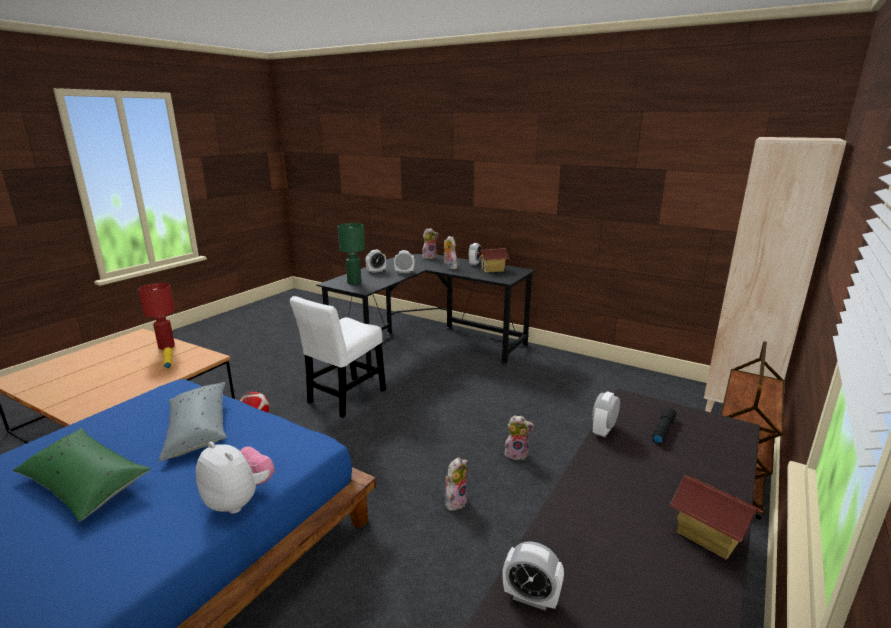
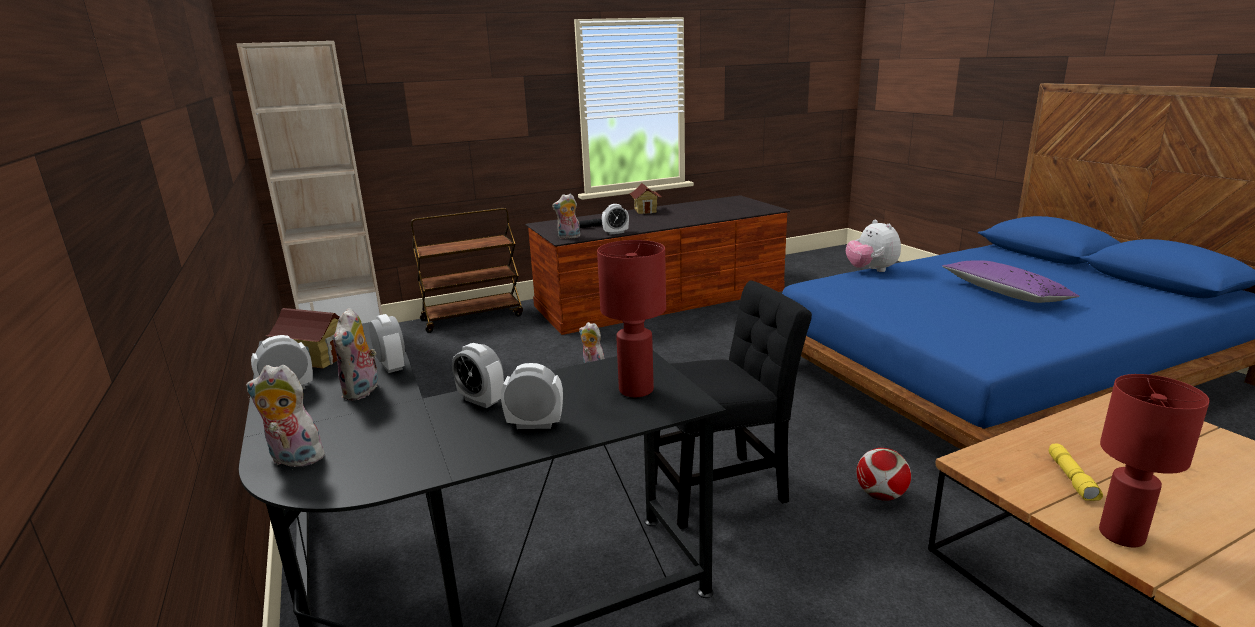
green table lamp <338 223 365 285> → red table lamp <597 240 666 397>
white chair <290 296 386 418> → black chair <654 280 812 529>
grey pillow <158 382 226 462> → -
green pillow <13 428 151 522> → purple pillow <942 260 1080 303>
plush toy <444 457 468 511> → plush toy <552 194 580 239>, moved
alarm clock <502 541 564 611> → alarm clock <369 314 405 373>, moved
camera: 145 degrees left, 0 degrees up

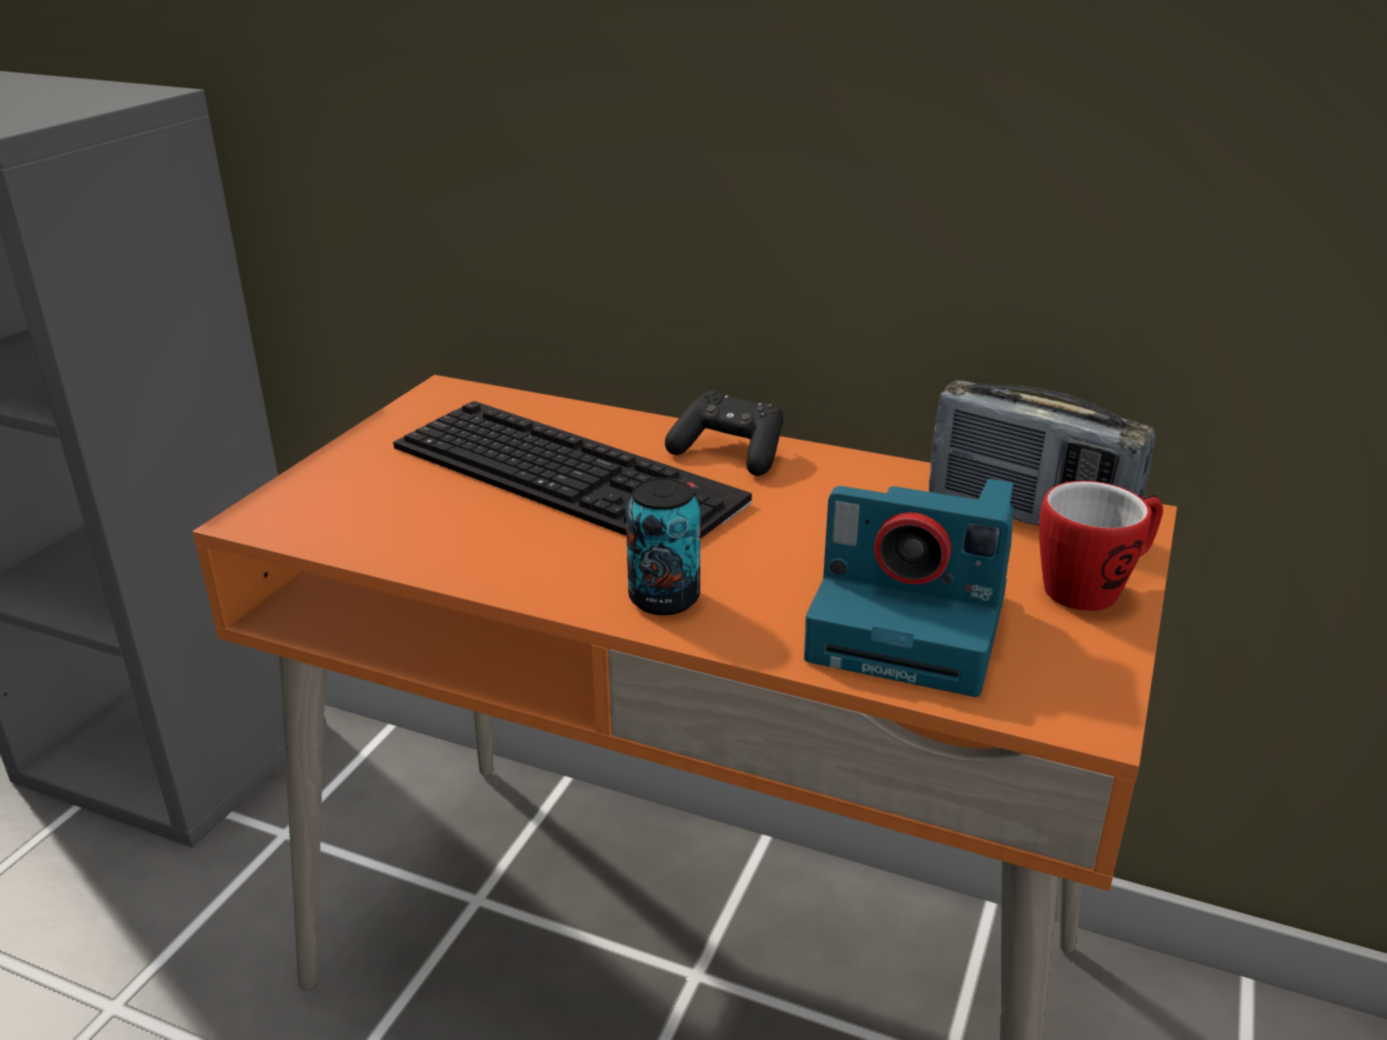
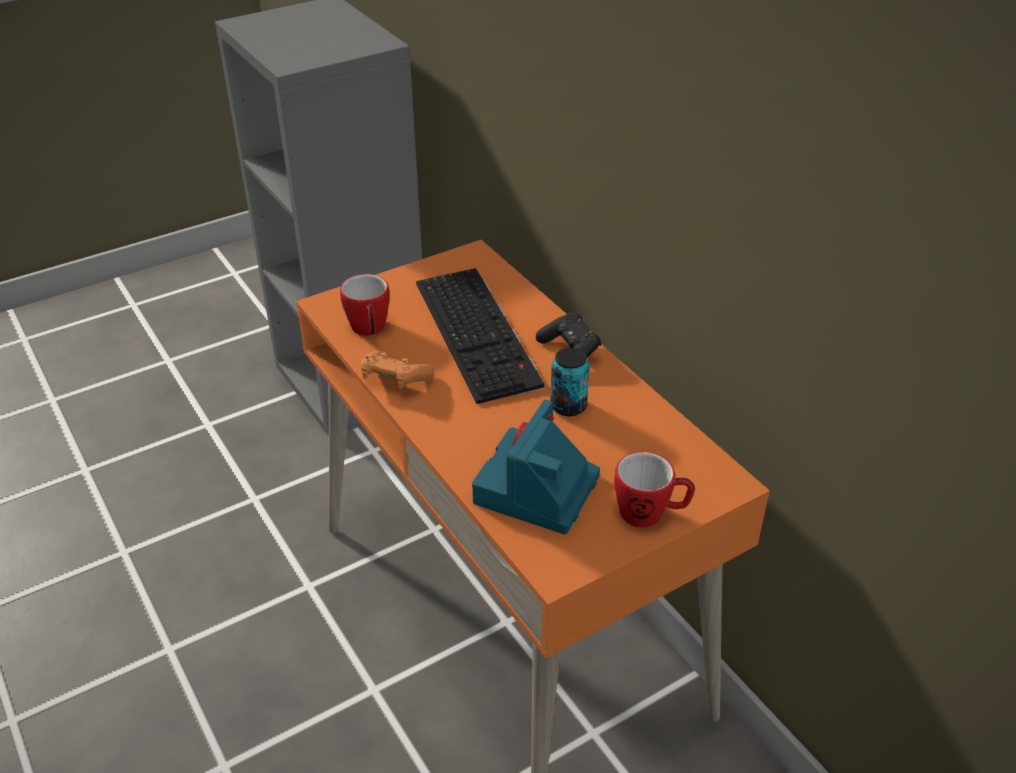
radio <929 380 1156 526> → -
can <626 478 700 615> → can <550 348 589 416>, moved
photo camera <804 479 1014 697> → photo camera <472 399 600 534>, 60 degrees clockwise
- → mug <340 274 390 336>
- → orange game controller <360 351 434 389>
camera: 35 degrees right, 10 degrees up

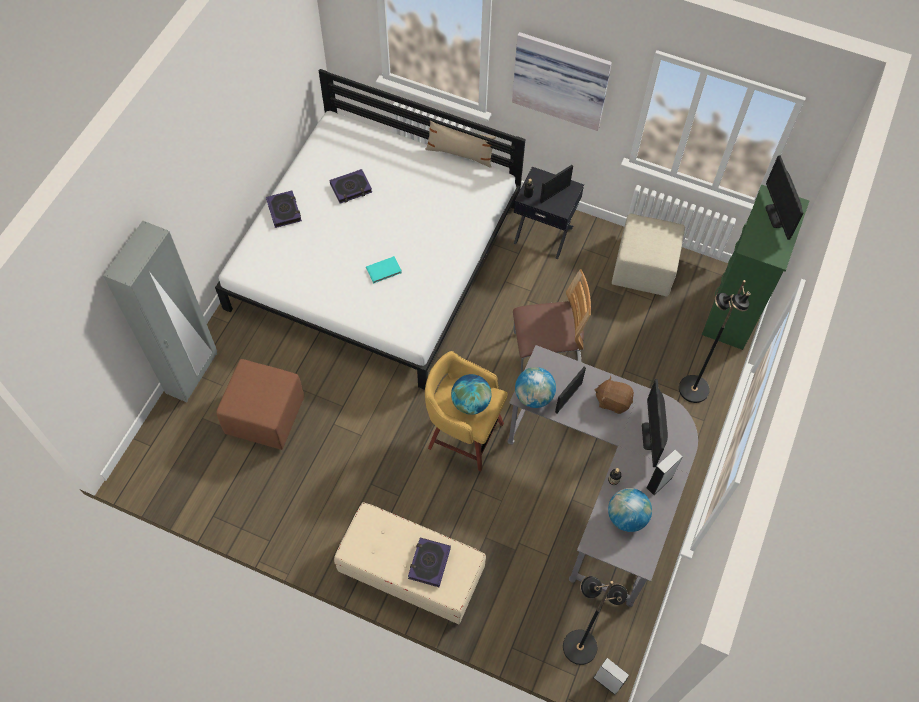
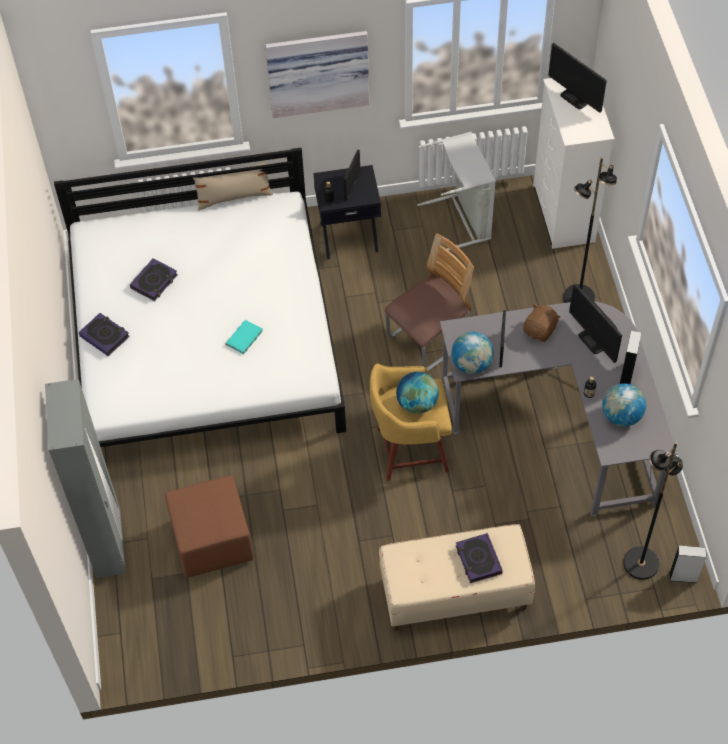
green dresser <702 184 809 350> → white dresser <533 78 615 249>
beige ottoman <612 213 685 297> → grey laundry basket <418 132 496 251>
brown plush toy <594 376 634 414> → brown plush toy <523 303 560 342>, 135 degrees clockwise
camera: 30 degrees left, 5 degrees down

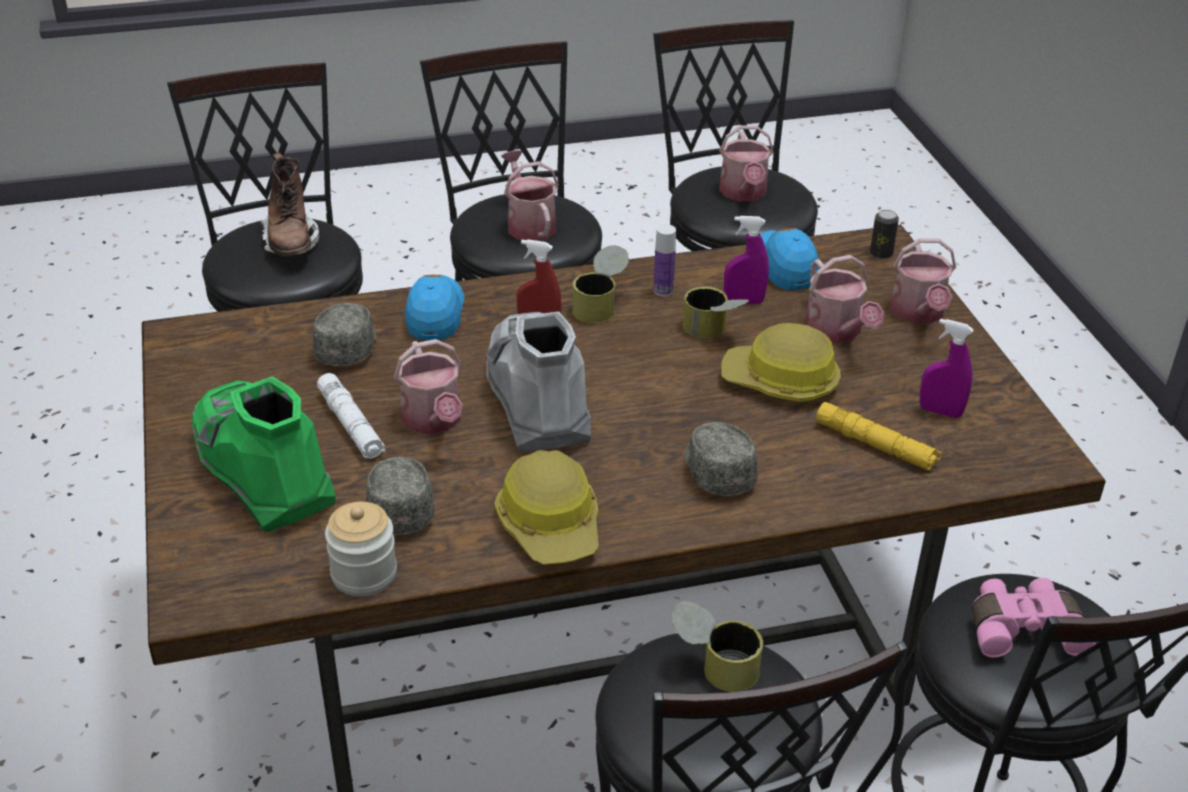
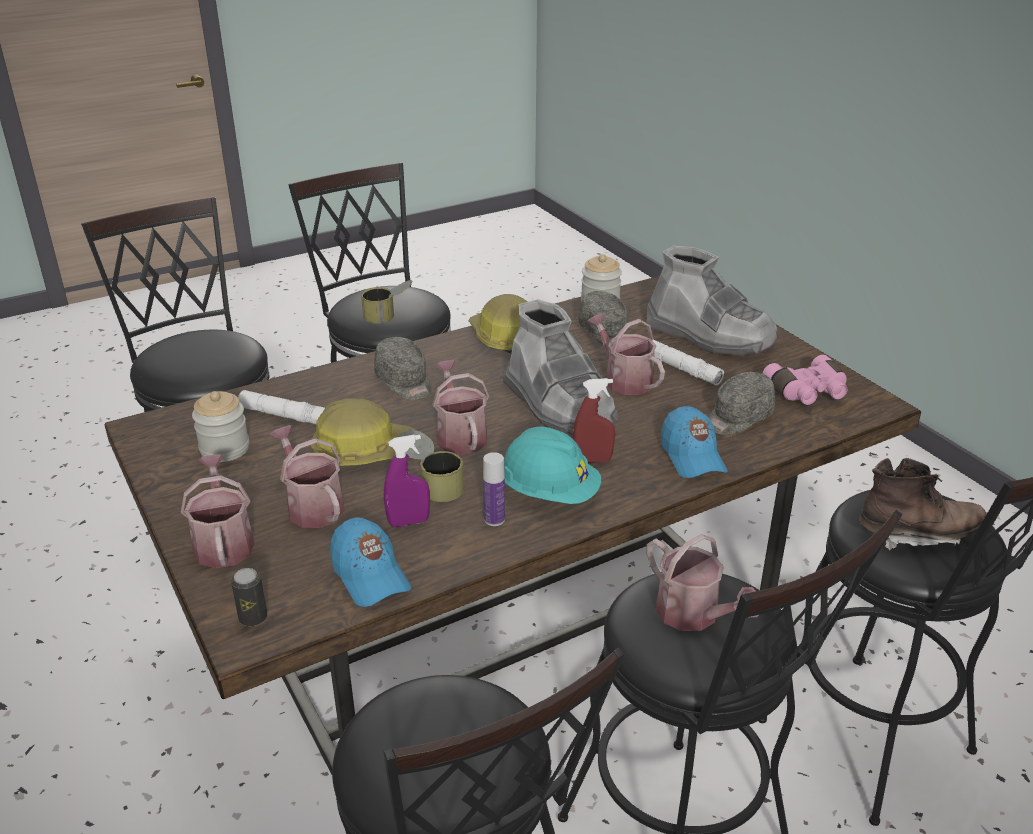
watering can <719 125 774 201> → watering can <432 360 489 455>, moved
brown boot <261 152 319 256> → brown boot <859 458 987 551>, 120 degrees clockwise
can <572 245 629 323> → turquoise hard hat <504 426 601 504>
grey cap <312 303 376 366> → grey cap <708 372 775 435>, 60 degrees clockwise
purple spray bottle <920 319 974 418> → jar <192 391 249 462>
green boot <192 376 336 533> → grey boot <647 246 779 356>
yellow flashlight <816 402 942 471> → white flashlight <238 390 325 425>
pink binoculars <972 578 1096 657> → pink binoculars <762 355 848 405>, moved
camera: 165 degrees right, 5 degrees down

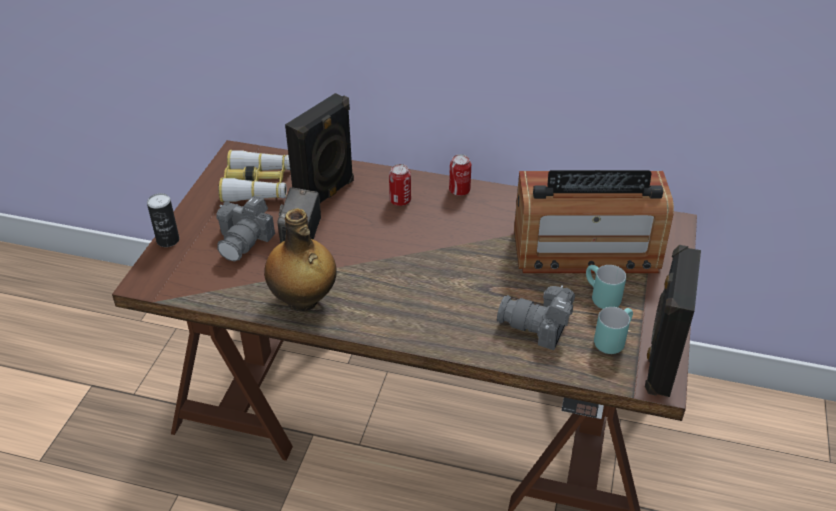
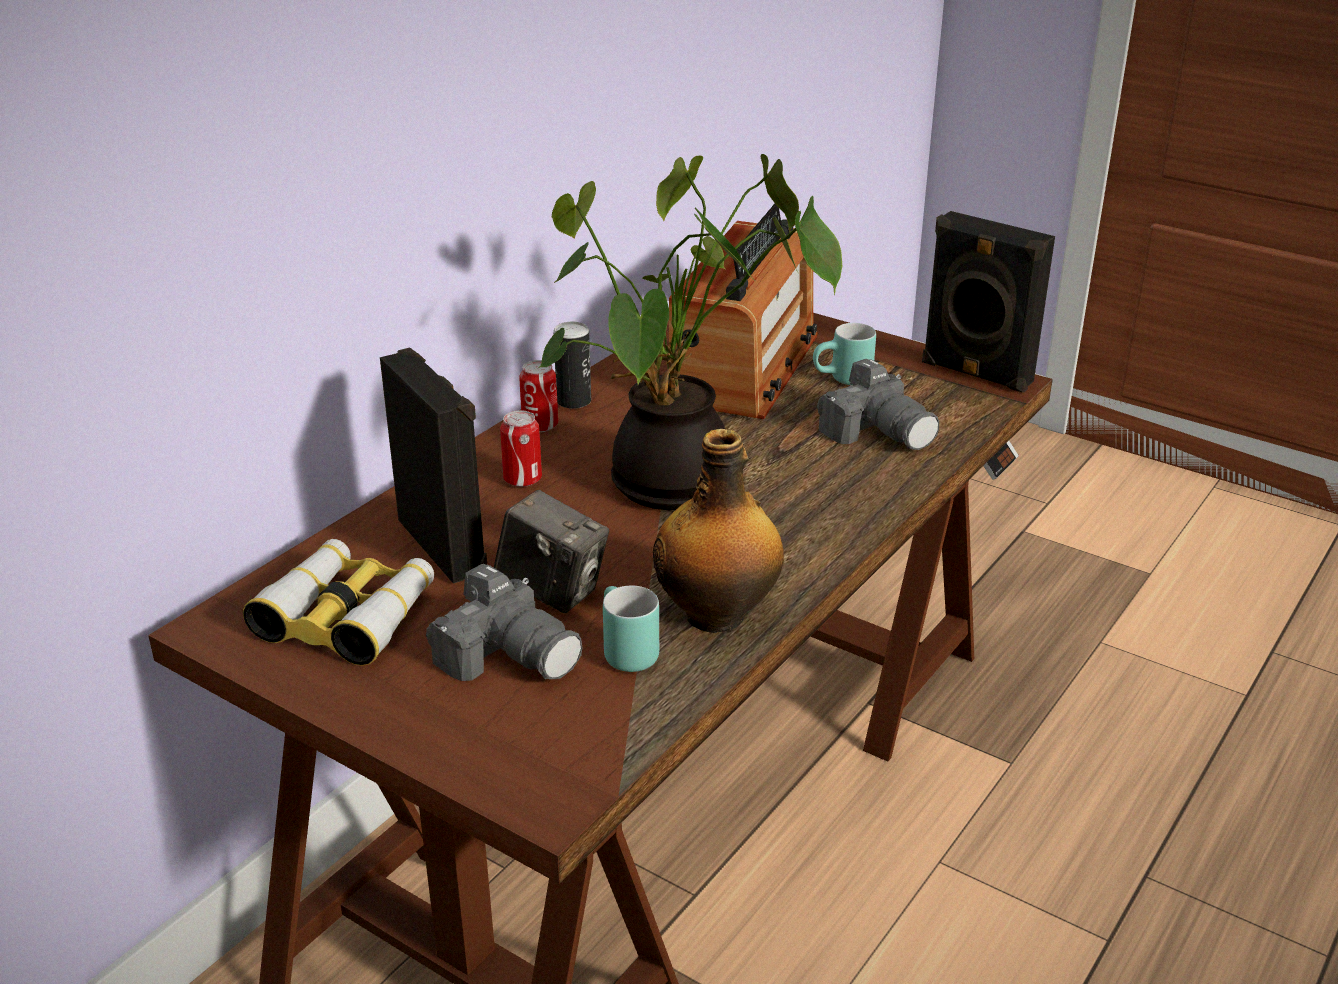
can <147 193 179 247> → can <553 322 591 409>, moved
photo camera <497 285 575 350> → photo camera <817 359 939 450>, 75 degrees counterclockwise
turquoise mug <594 307 633 354> → turquoise mug <603 585 659 672>, moved
- → potted plant <539 154 842 510>
camera: 70 degrees left, 10 degrees down

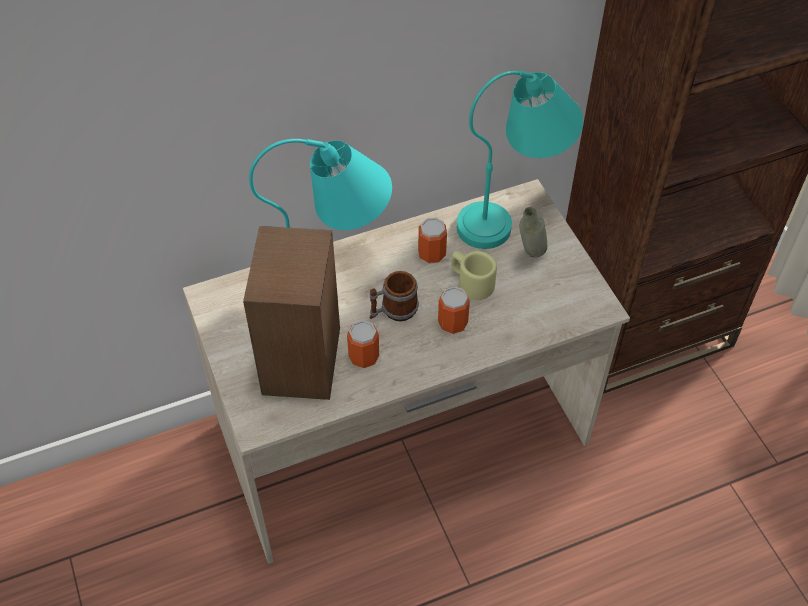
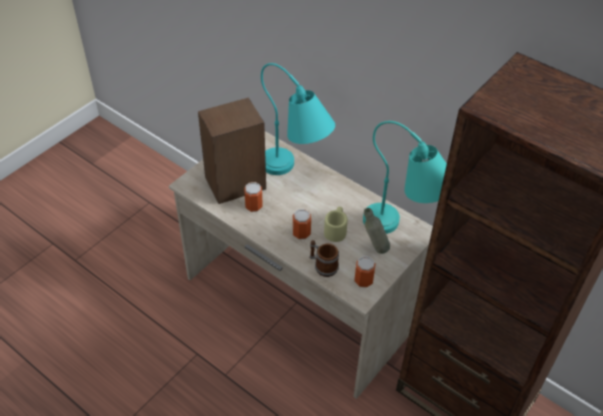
can <418 217 447 264> → can <354 256 376 288>, moved
mug <370 271 419 321> → mug <310 240 339 277>, moved
camera: 60 degrees right, 5 degrees down

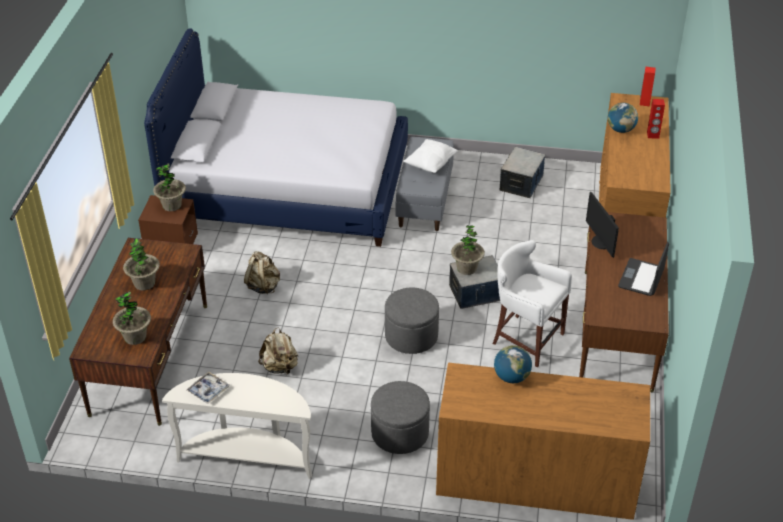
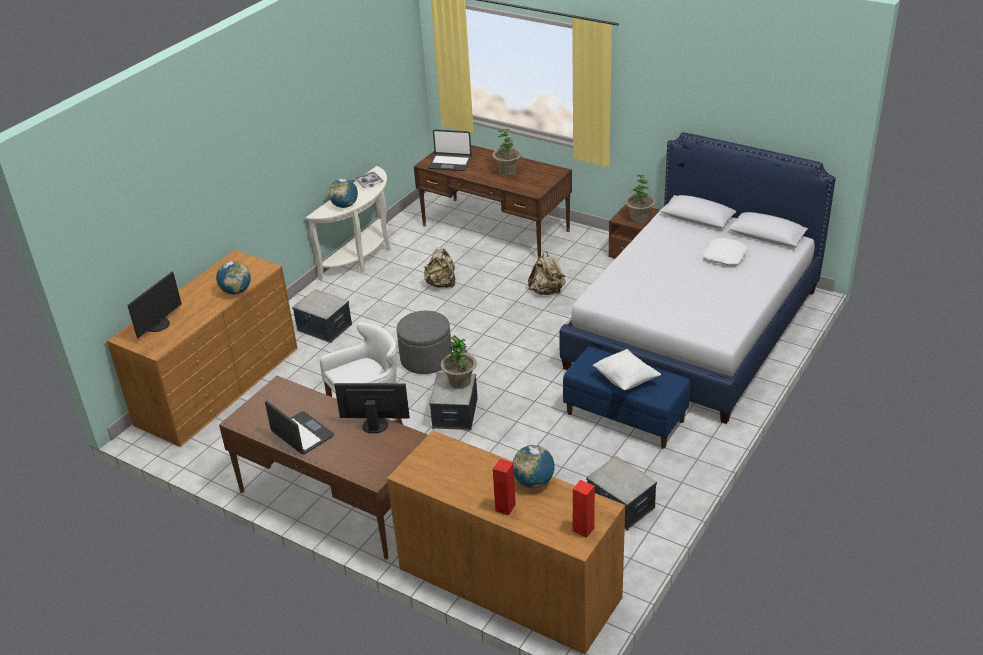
grey bench <396 137 454 231> → blue bench <563 347 690 449>
potted plant <113 291 151 345> → laptop <428 130 472 171>
grey ottoman <371 381 430 454> → storage box <292 290 352 343>
- → globe <328 179 358 208>
- → white pillow <703 238 748 265>
- → monitor <127 271 182 339>
camera: 115 degrees right, 5 degrees down

